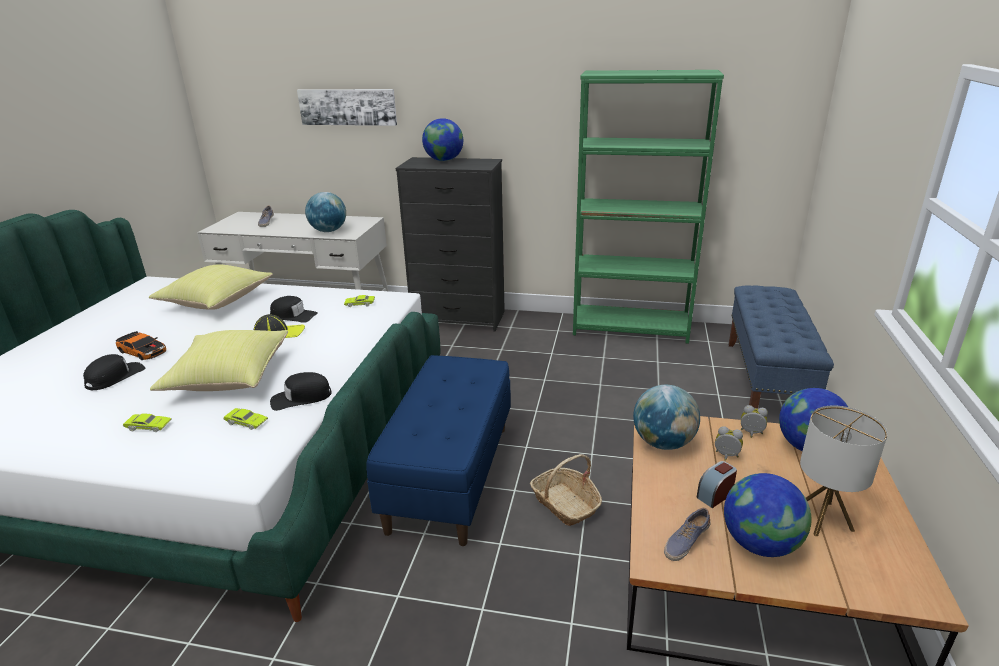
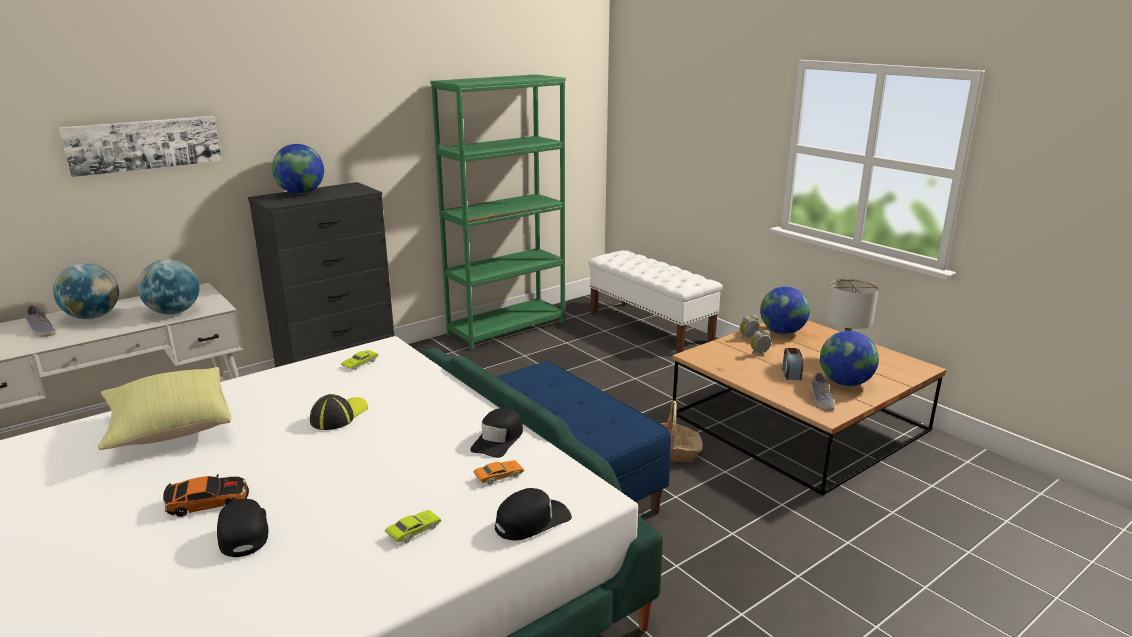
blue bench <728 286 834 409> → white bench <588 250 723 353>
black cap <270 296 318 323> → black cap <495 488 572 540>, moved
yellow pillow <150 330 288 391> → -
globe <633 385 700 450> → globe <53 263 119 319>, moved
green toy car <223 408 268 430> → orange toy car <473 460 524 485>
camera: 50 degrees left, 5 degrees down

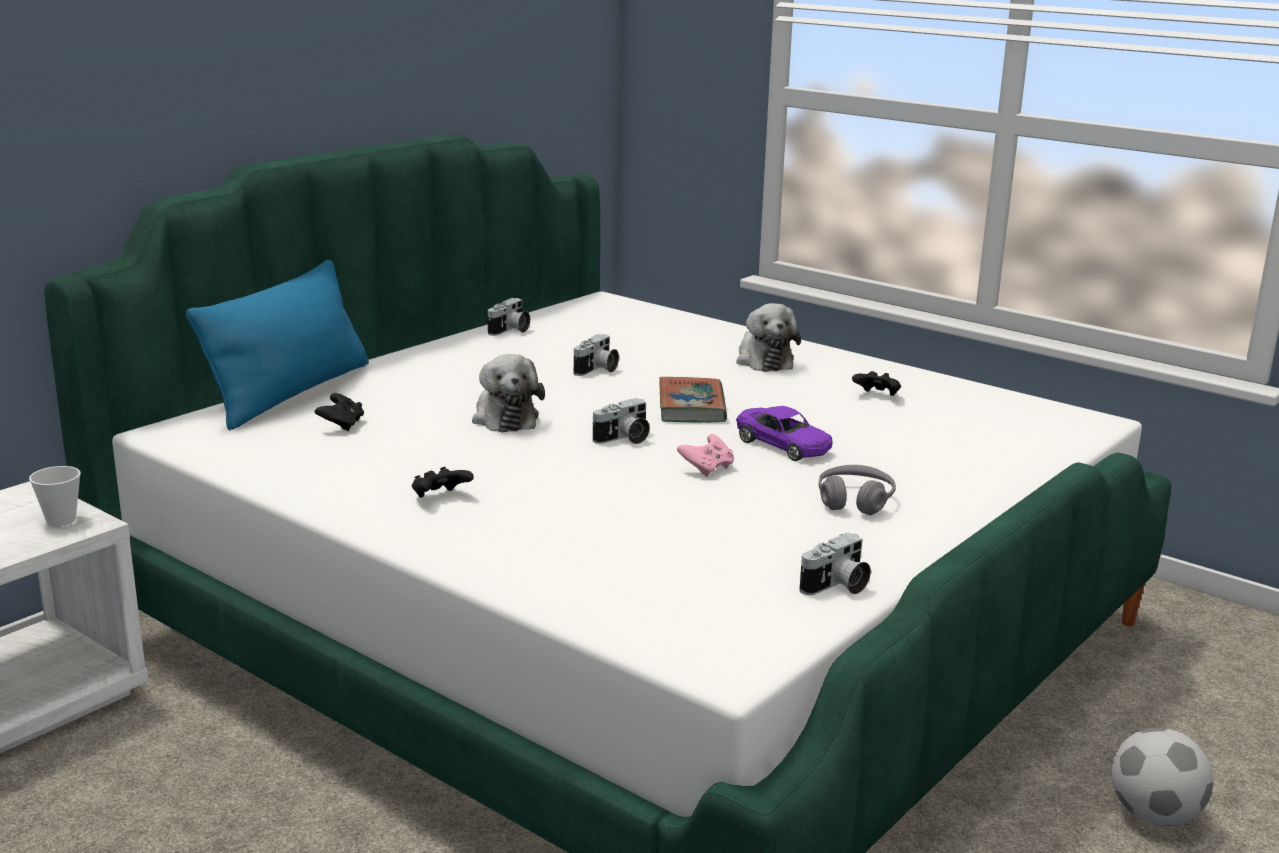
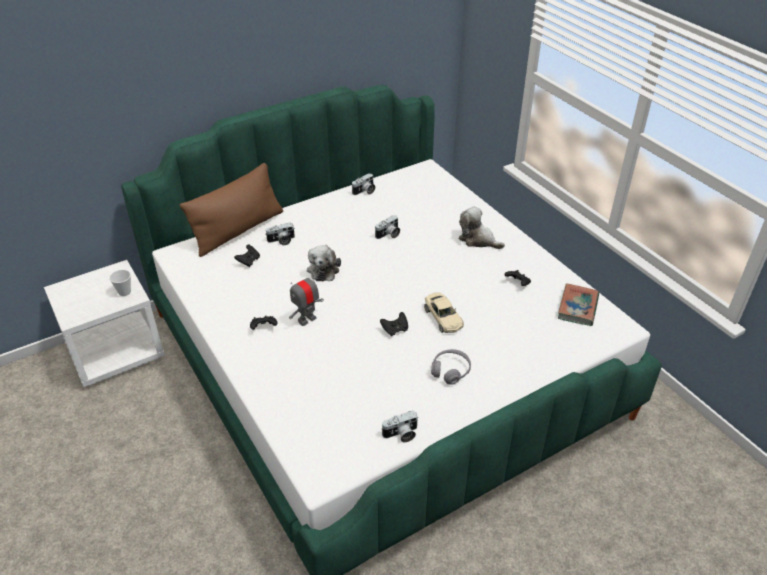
blue pillow <186 260 369 430> → brown pillow <180 163 283 257>
plush toy <736 303 801 372> → plush toy <458 207 505 249>, 120 degrees clockwise
book <659 377 727 423> → book <558 283 599 326>, moved
photo camera <592 398 650 444> → photo camera <265 223 295 245>, moved
purple toy car <736 406 833 461> → beige toy car <424 293 464 333>
pink game controller <677 434 734 477> → black game controller <380 312 408 336>
football <1111 728 1213 826> → -
- → toy robot <289 272 324 326>
camera: 20 degrees right, 20 degrees up

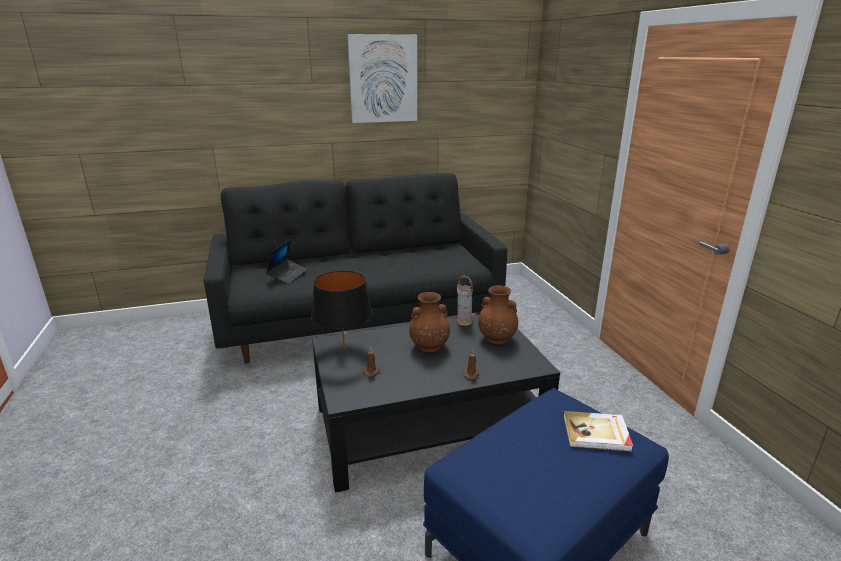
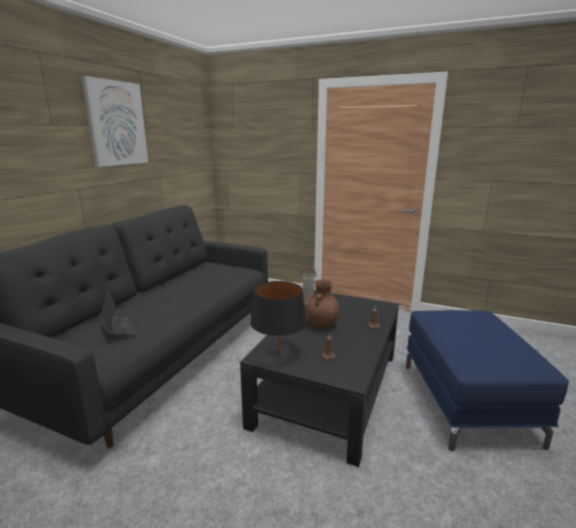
brown vase <478 285 518 344> → -
book <563 411 633 451> → -
camera: 50 degrees left, 5 degrees down

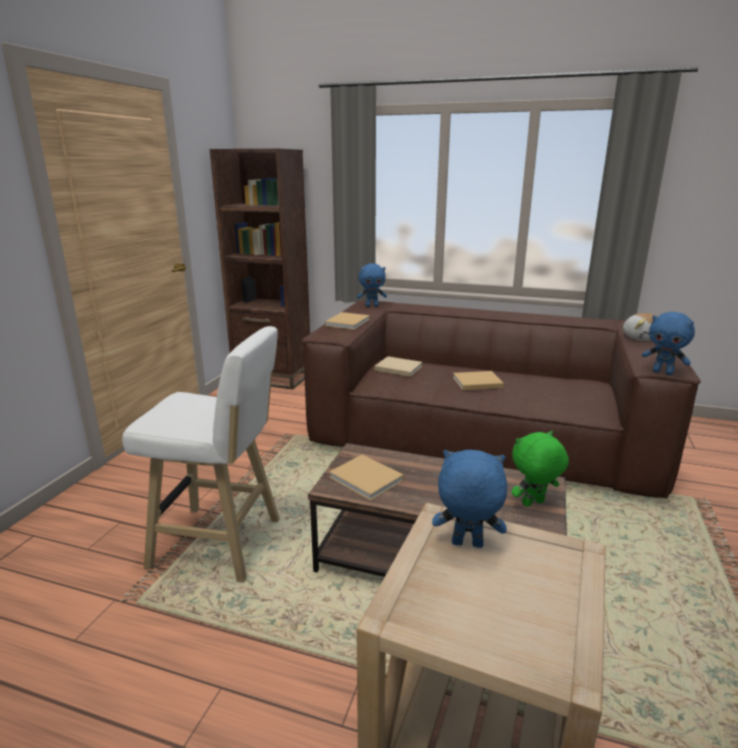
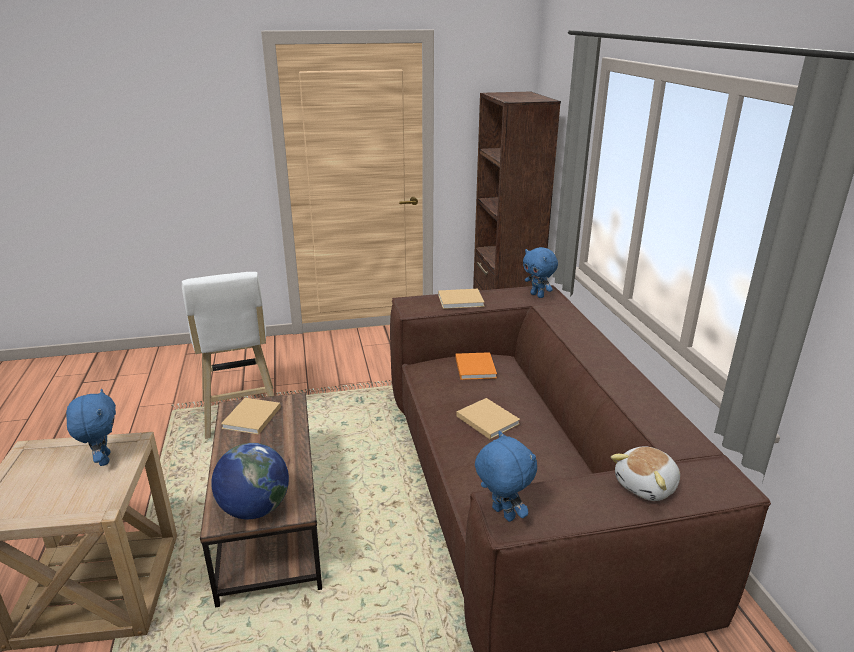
blue plush toy <642 312 695 375> → blue plush toy <475 431 537 522>, 135 degrees clockwise
beige book <375 356 422 377> → orange book <456 352 497 380>
green plush toy <512 431 569 507> → globe <211 443 289 519>
camera: 60 degrees right, 5 degrees up

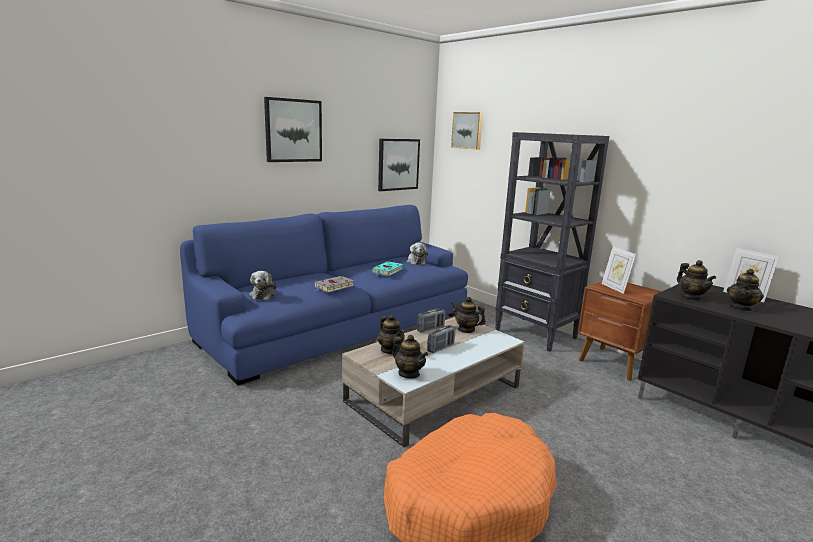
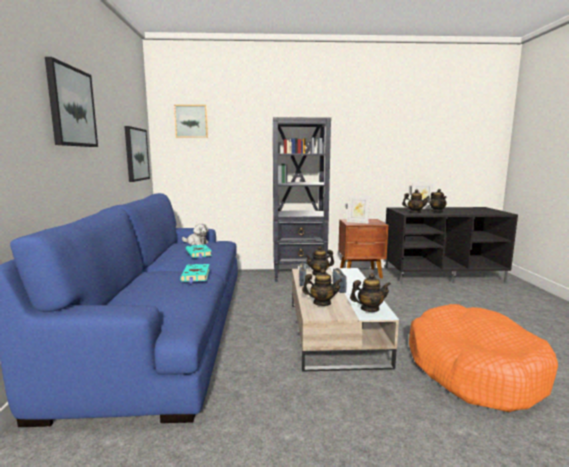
plush toy <250 271 277 300> → -
grey book <314 276 354 293> → turquoise book <180 264 210 284>
camera: 50 degrees left, 5 degrees down

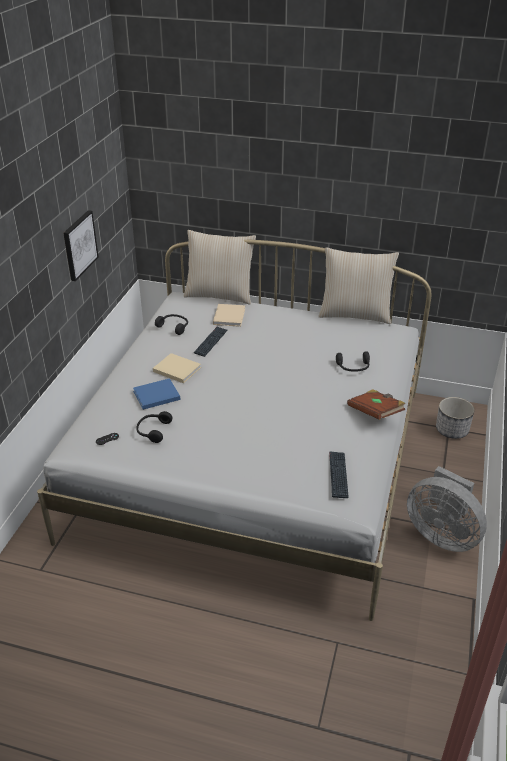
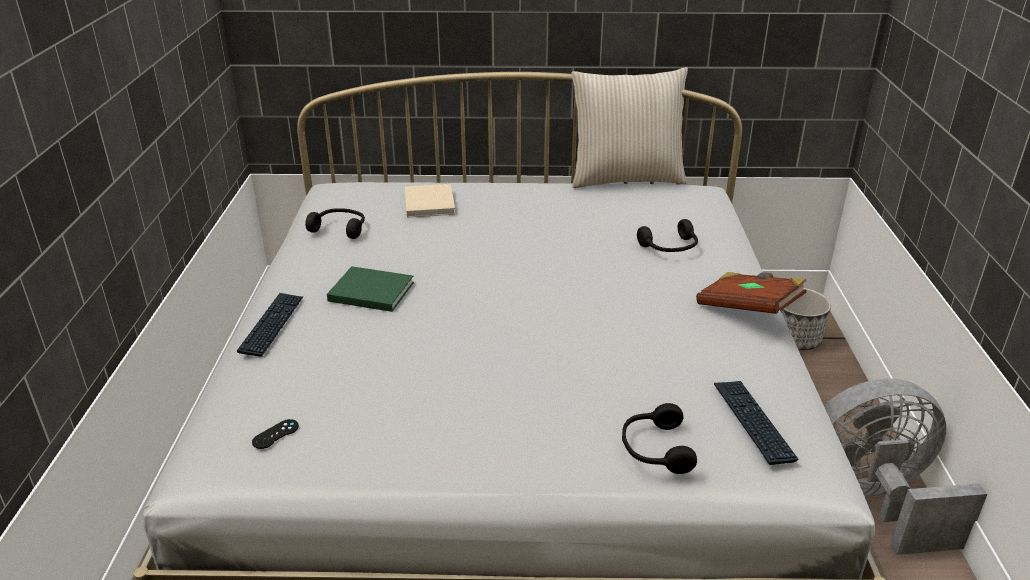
picture <63 210 99 281> → -
beige pillow <184 230 256 305> → -
keyboard <194 327 228 357> → keyboard <237 293 303 357>, moved
beige book <153 353 201 383> → green book <327 266 414 312>
blue book <133 378 180 410> → -
black headphones <136 411 172 443> → black headphones <622 403 697 474>, moved
grey fan <407 466 487 552> → grey fan <824 379 987 555>, 150 degrees clockwise
camera: 15 degrees left, 5 degrees down

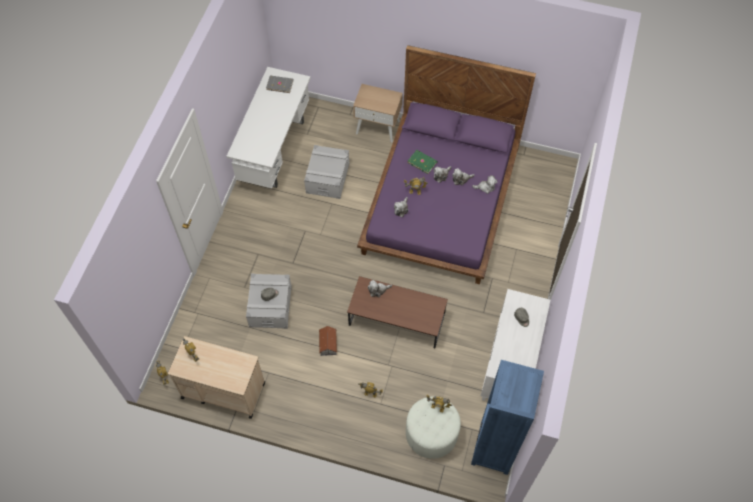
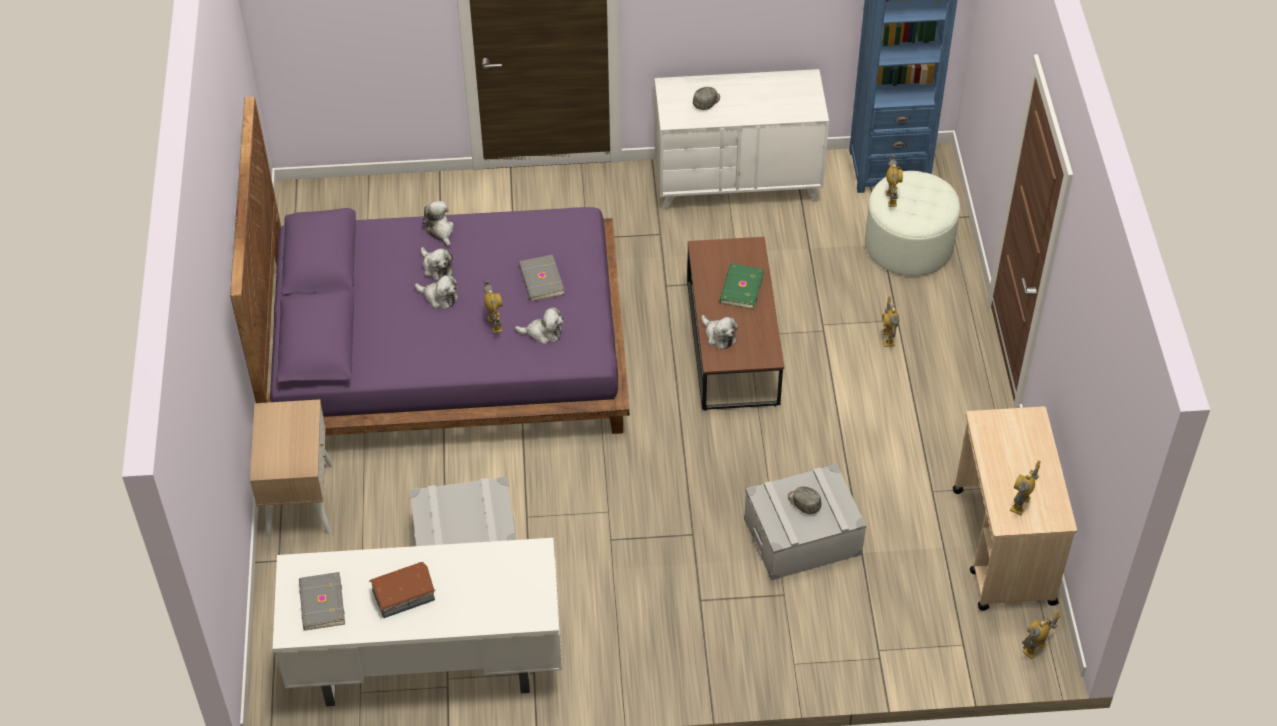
green book <407 150 438 174> → green book <719 263 764 309>, moved
toy house <319 326 337 356> → toy house <369 562 436 618>, moved
- → grey book <519 255 565 302>
camera: 110 degrees left, 10 degrees down

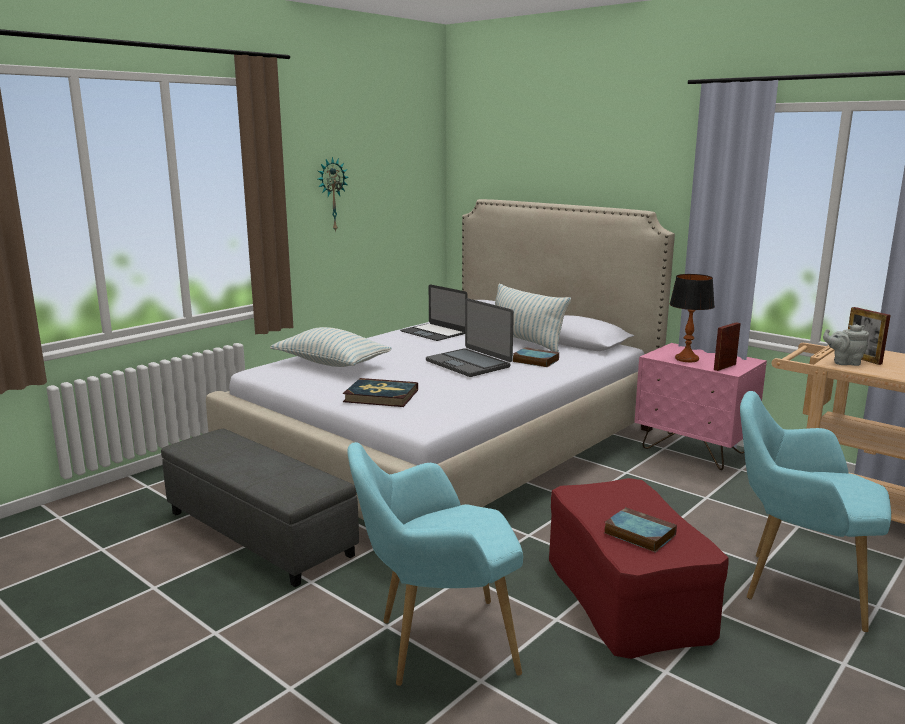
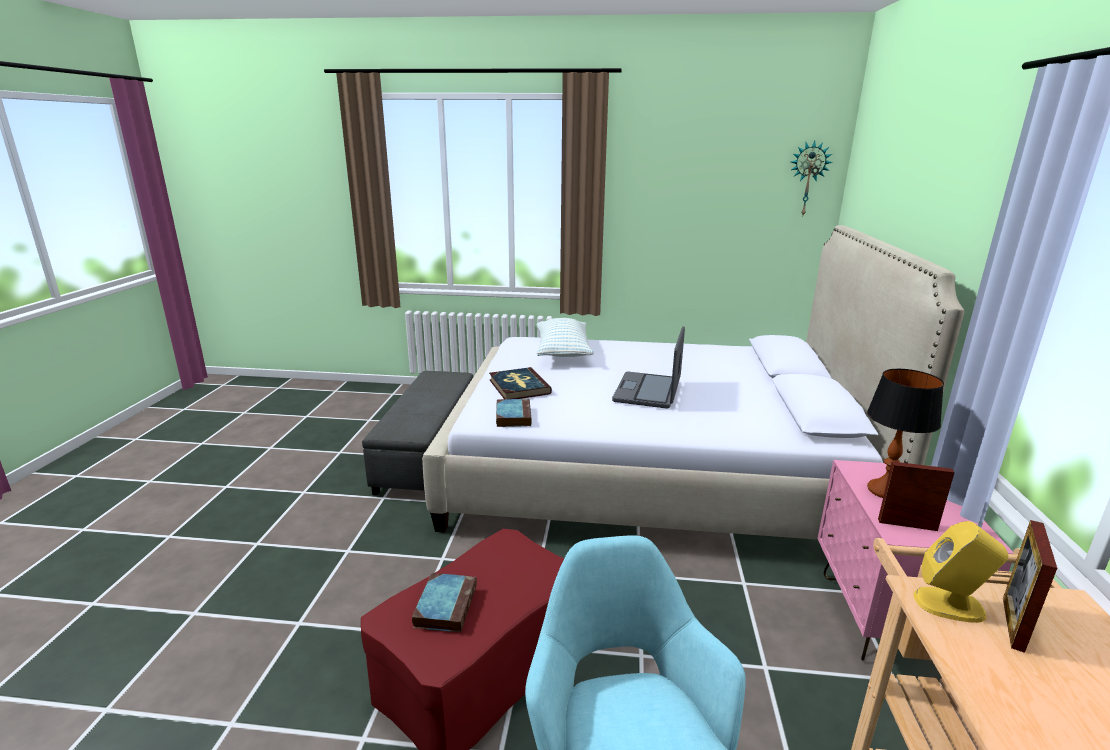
wall clock <318 157 349 232> → wall clock <791 141 833 215>, moved
laptop <400 284 468 341> → -
pillow <495 284 571 352> → -
grey teapot <823 324 869 366> → yellow speaker <914 521 1008 623>
book <513 347 559 367> → book <496 399 532 427>, moved
turquoise armchair <347 442 523 686> → -
camera: 55 degrees right, 5 degrees up

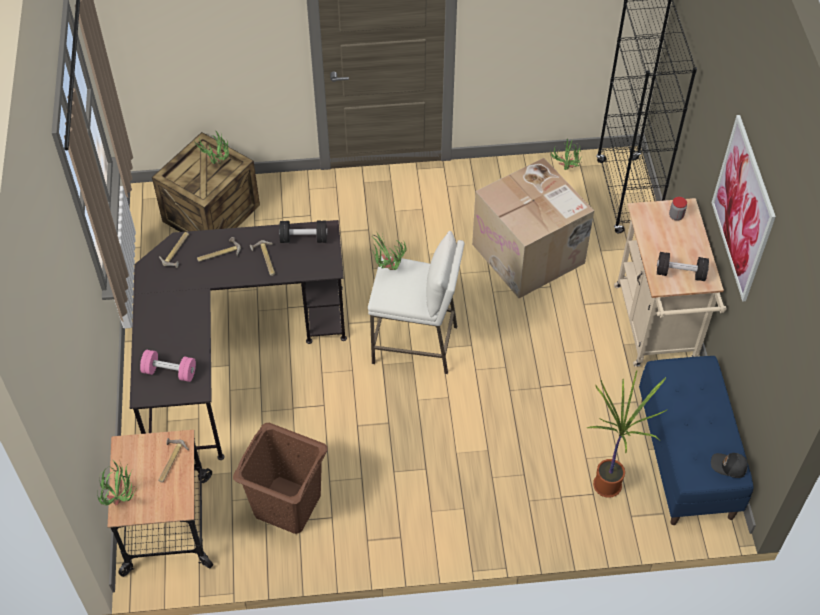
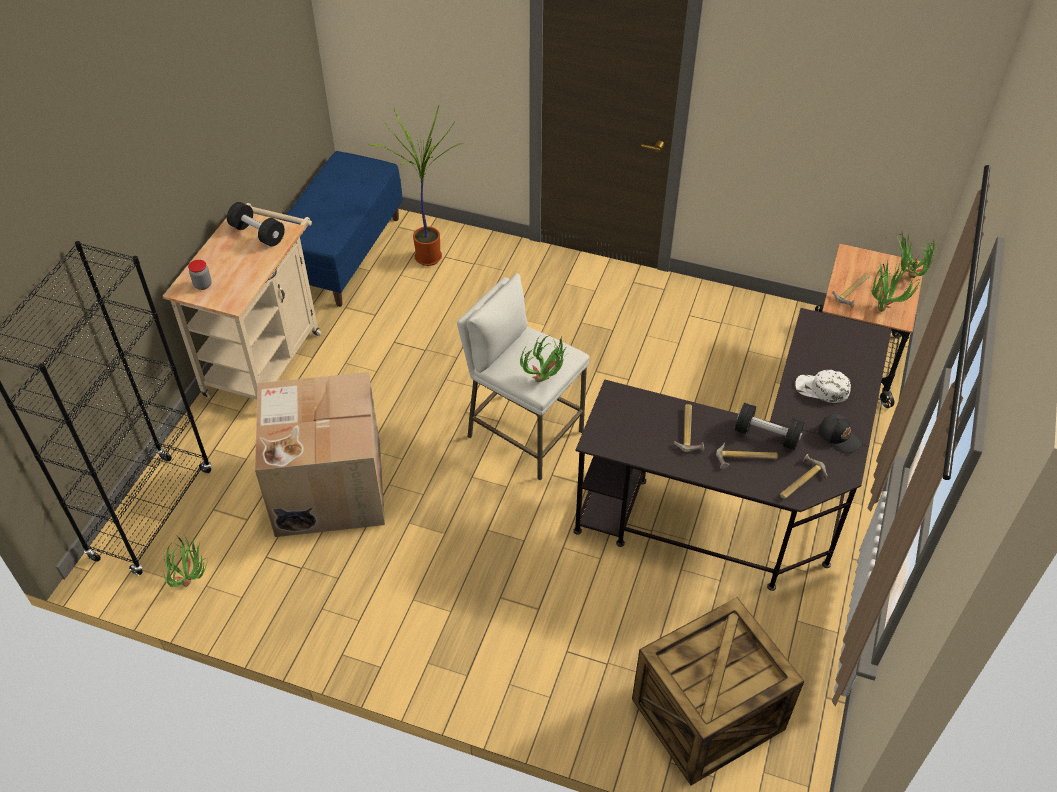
picture <712 115 776 302> → -
potted plant <194 130 229 164> → potted plant <871 261 920 312>, moved
black dumbbell <279 221 328 243> → black dumbbell <735 403 804 450>, moved
pink dumbbell <140 350 196 382> → -
brown laundry basket <233 423 328 534> → -
black cap <711 453 748 478> → black cap <818 414 862 454>, moved
- → white cap <795 370 851 403>
camera: 155 degrees left, 5 degrees down

